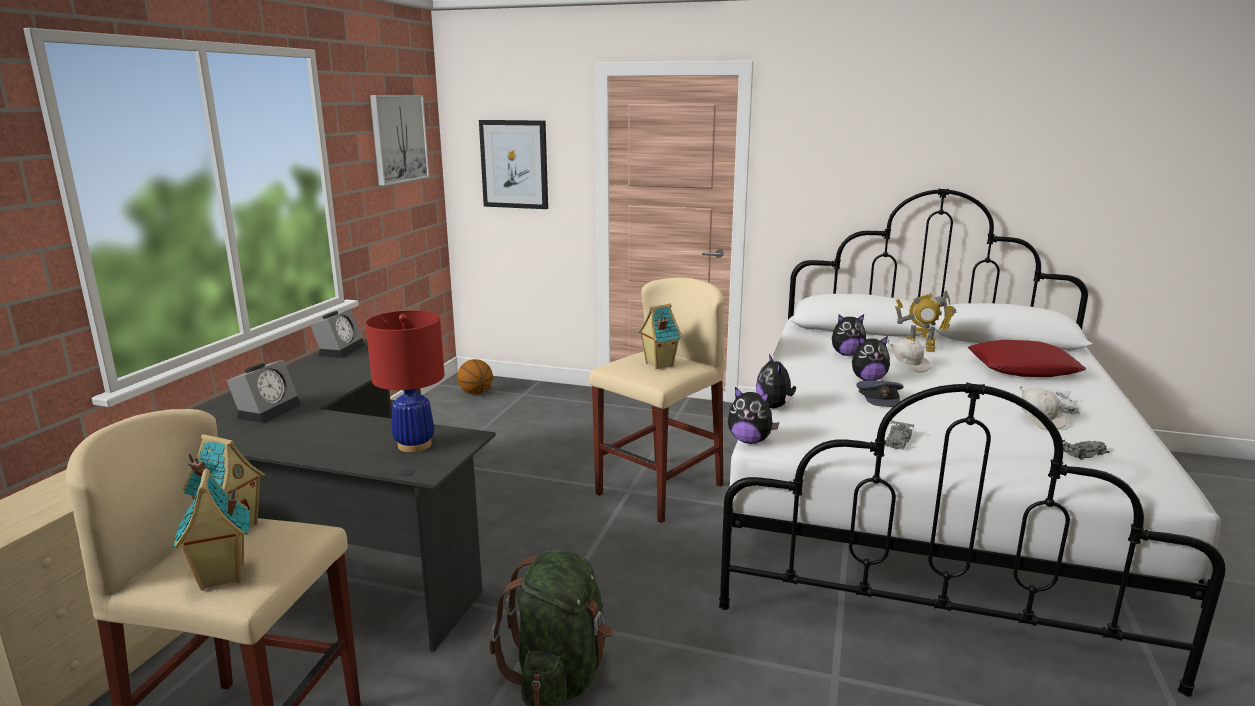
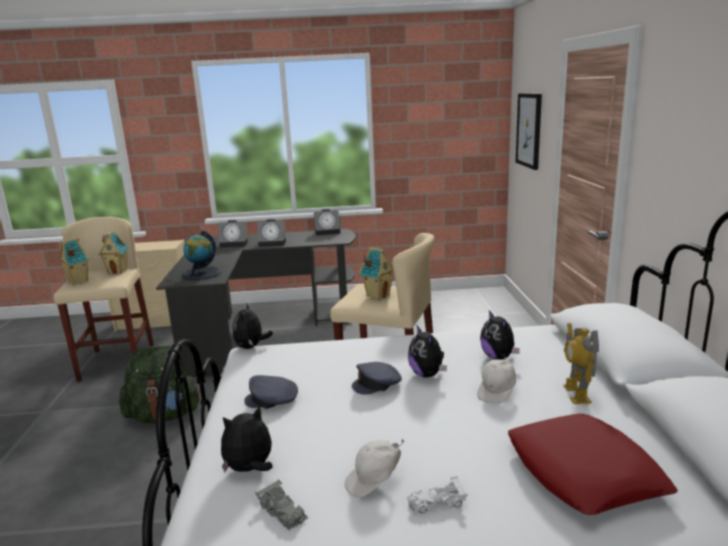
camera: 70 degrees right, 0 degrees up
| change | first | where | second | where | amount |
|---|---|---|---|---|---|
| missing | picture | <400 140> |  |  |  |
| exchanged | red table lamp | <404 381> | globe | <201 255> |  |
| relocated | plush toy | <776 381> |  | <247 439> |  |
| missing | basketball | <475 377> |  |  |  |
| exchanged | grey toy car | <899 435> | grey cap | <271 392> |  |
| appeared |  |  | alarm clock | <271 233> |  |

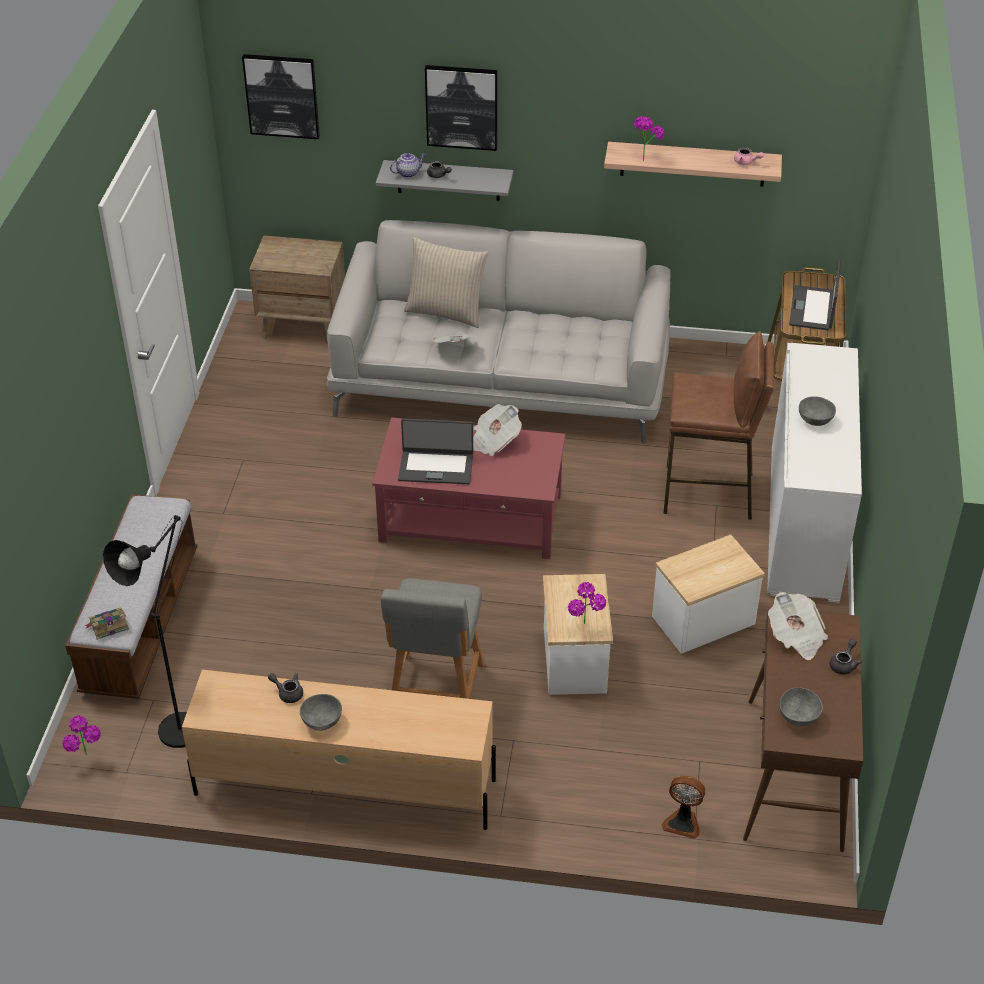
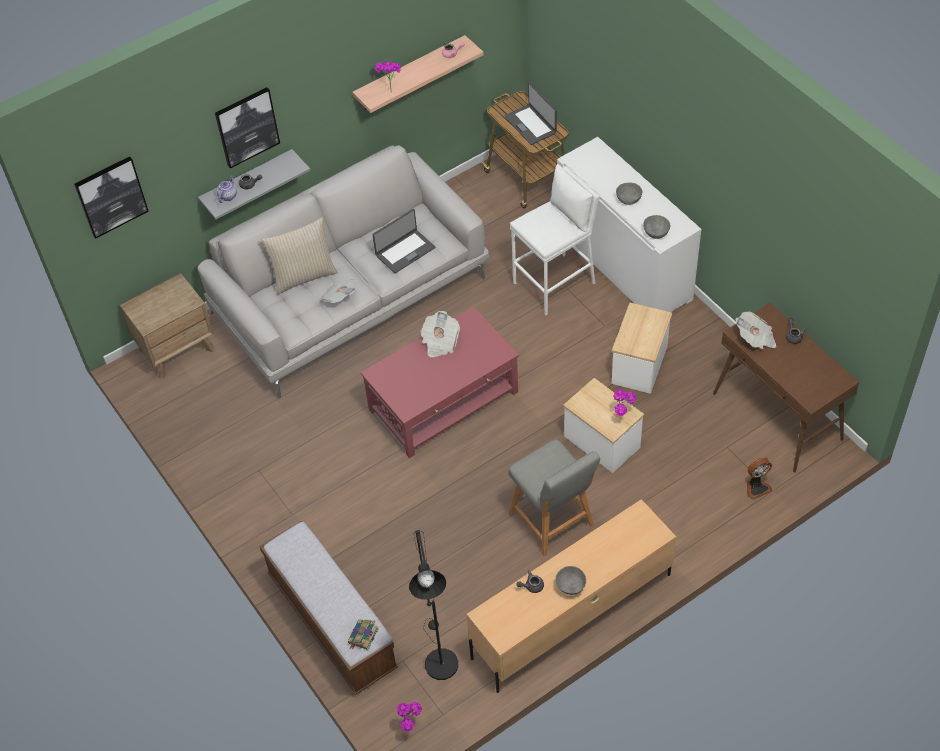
camera: 40 degrees left, 10 degrees up
| change | first | where | second | where | amount |
|---|---|---|---|---|---|
| colour | brown stool | <718 425> | white stool | <555 240> |  |
| relocated | laptop | <435 451> |  | <403 241> |  |
| relocated | grey bowl | <801 707> |  | <656 227> |  |

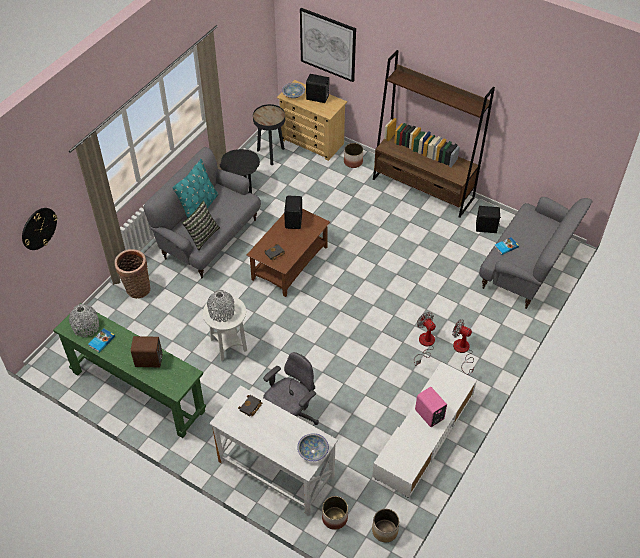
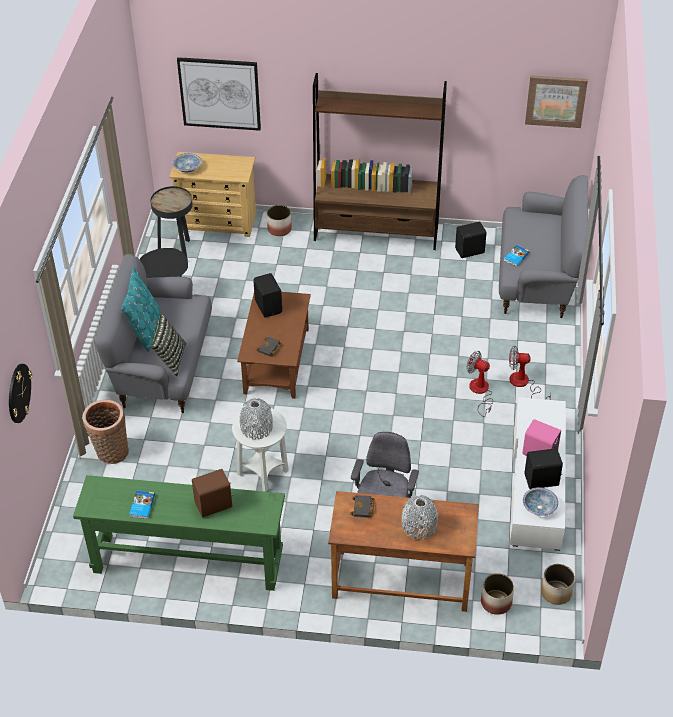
camera: 25 degrees left, 5 degrees down
| change | first | where | second | where | amount |
|---|---|---|---|---|---|
| relocated | black speaker | <317 88> |  | <544 468> |  |
| relocated | grey vase | <84 320> |  | <420 517> |  |
| colour | white desk | <273 450> | brown desk | <403 551> |  |
| relocated | bowl | <313 447> |  | <541 501> |  |
| appeared |  |  | picture | <556 101> |  |

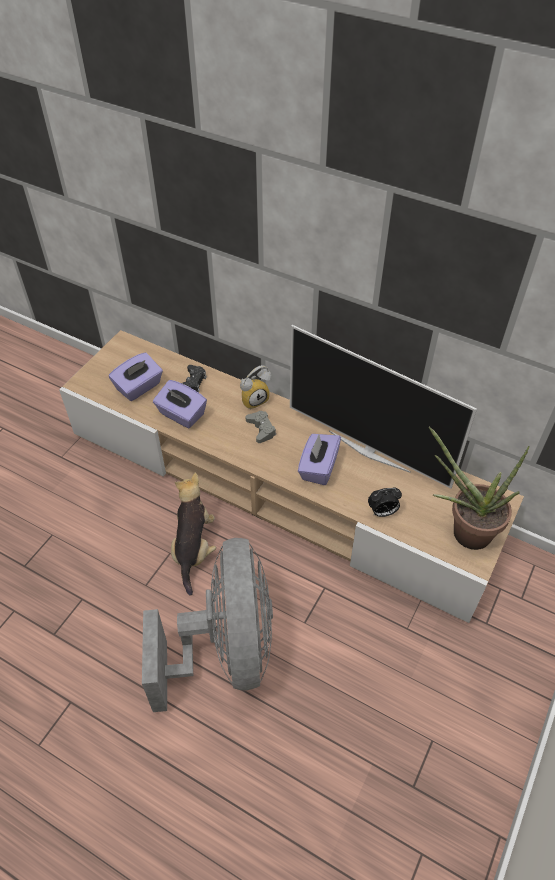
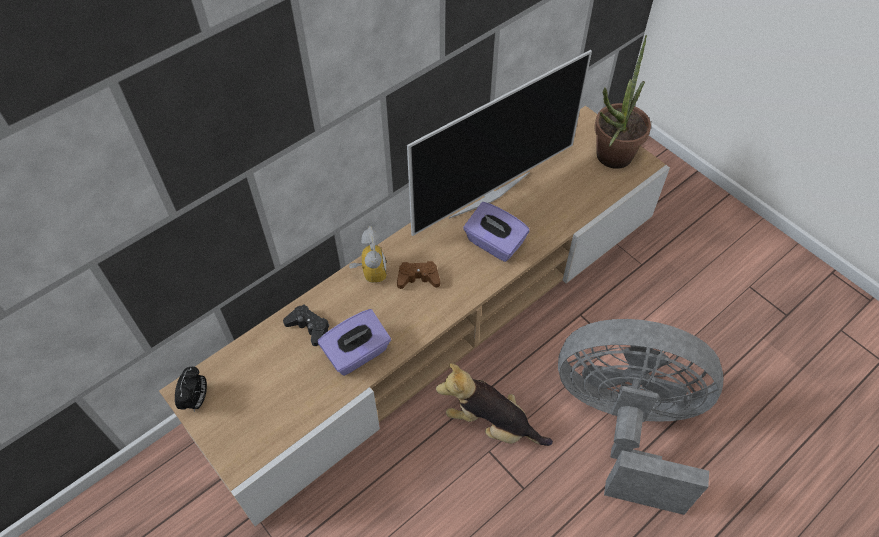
camera: 70 degrees left, 5 degrees up
| change | first | where | second | where | amount |
|---|---|---|---|---|---|
| missing | purple tissue box | <136 376> |  |  |  |
| colour | grey game controller | <261 427> | brown game controller | <418 275> |  |
| relocated | alarm clock | <385 502> |  | <191 389> |  |

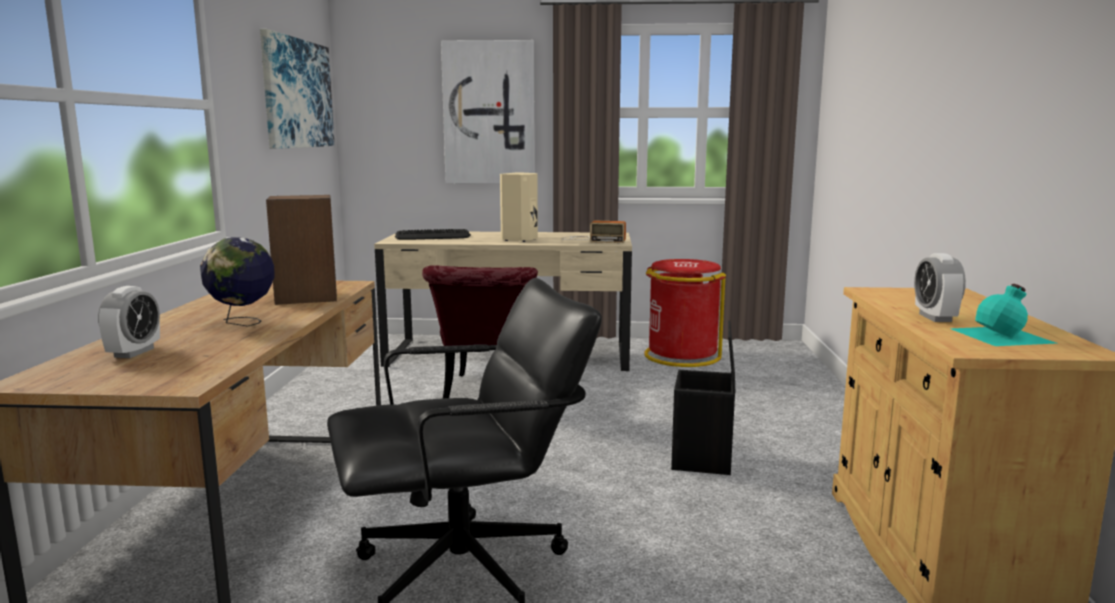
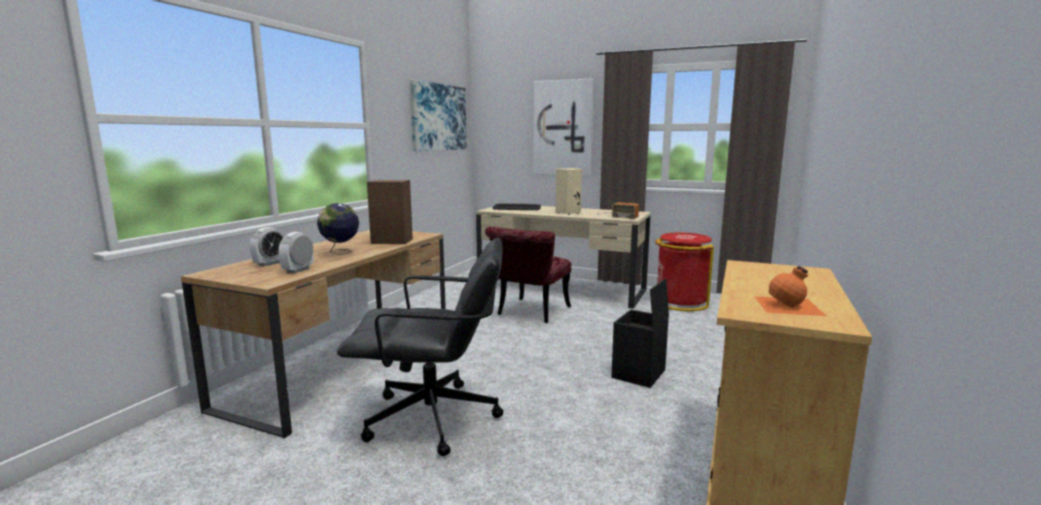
camera: 20 degrees right, 0 degrees up
| change | first | where | second | where | amount |
|---|---|---|---|---|---|
| relocated | alarm clock | <940 287> |  | <296 252> |  |
| colour | turquoise bottle | <1003 315> | orange bottle | <790 291> |  |

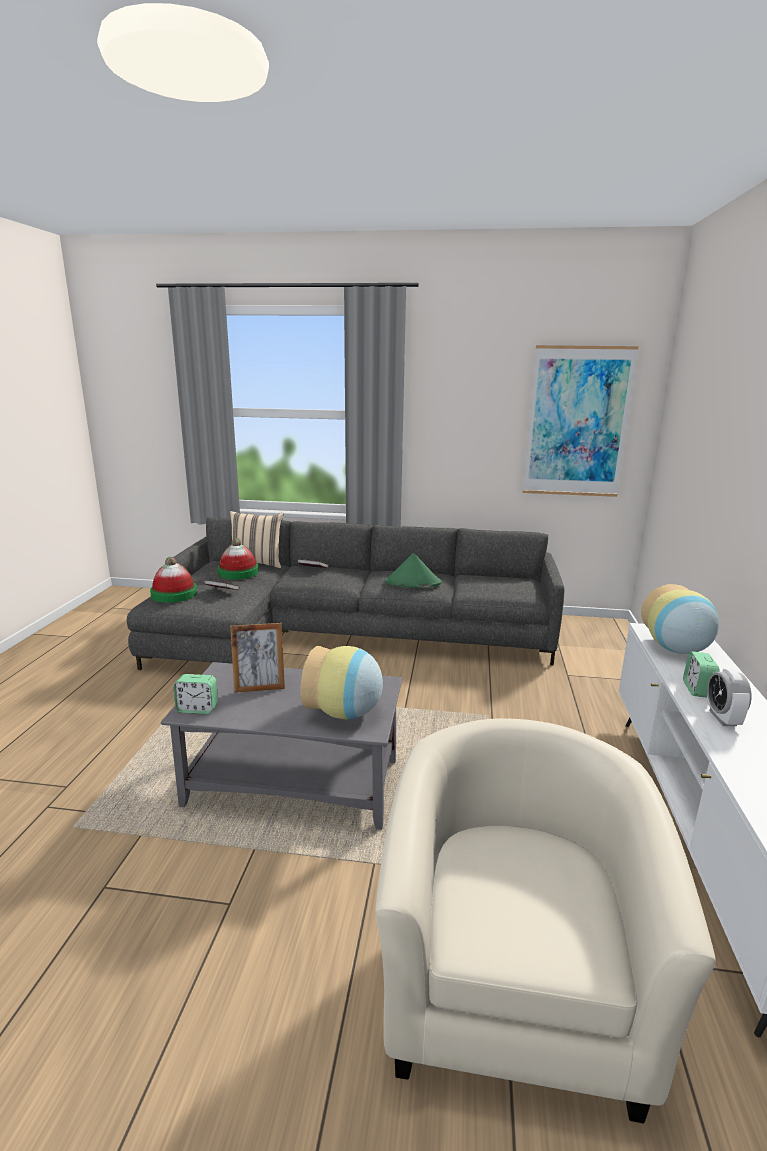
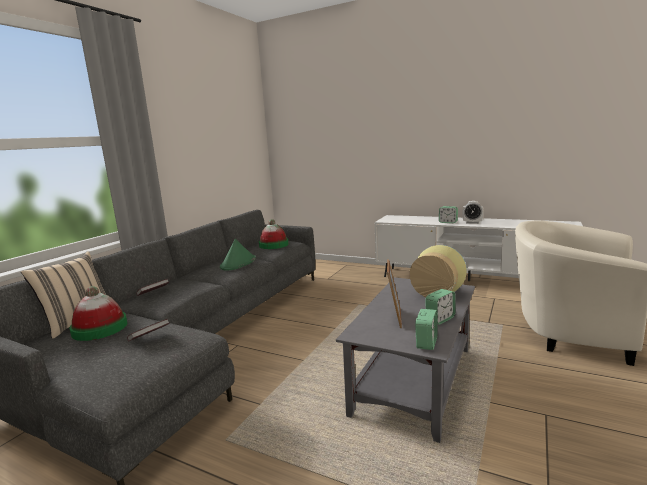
camera: 70 degrees left, 5 degrees down
| change | first | where | second | where | amount |
|---|---|---|---|---|---|
| missing | picture | <581 421> |  |  |  |
| relocated | hat | <173 580> |  | <274 234> |  |
| missing | vase | <680 619> |  |  |  |
| appeared |  |  | alarm clock | <440 307> |  |

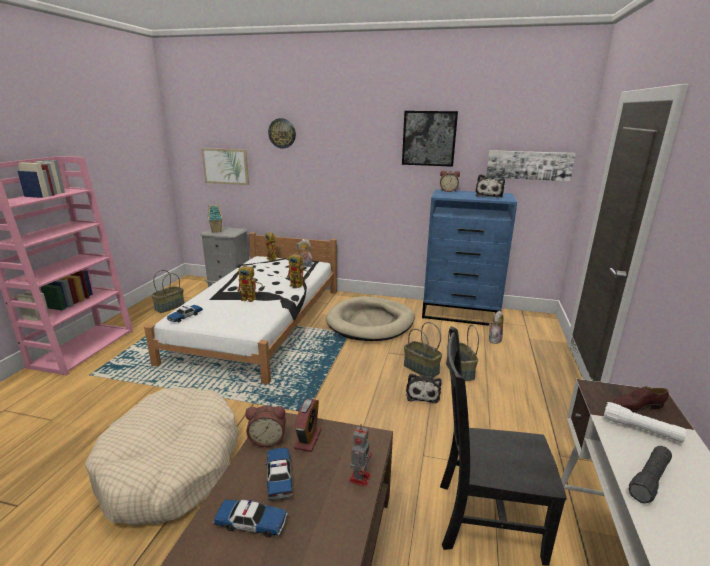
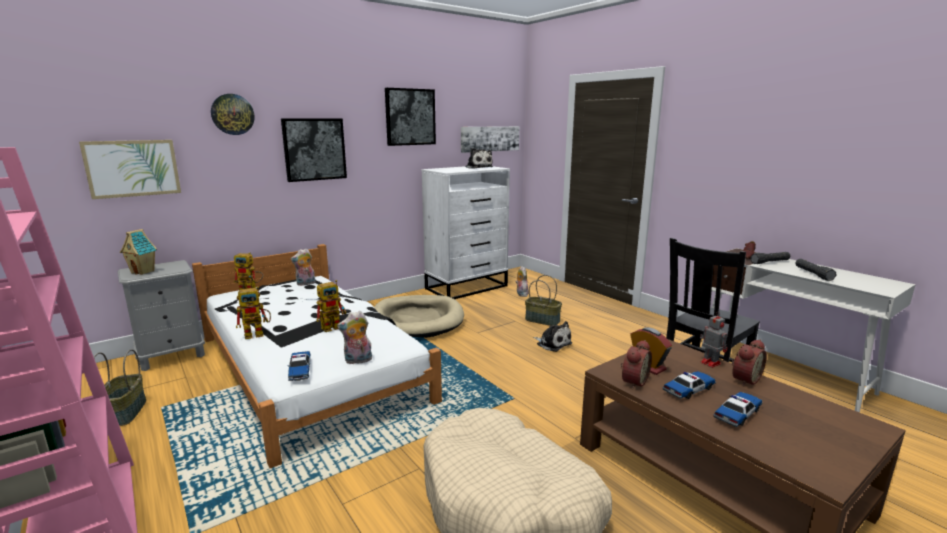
camera: 50 degrees left, 5 degrees down
| change | first | where | second | where | amount |
|---|---|---|---|---|---|
| relocated | alarm clock | <450 181> |  | <749 363> |  |
| colour | blue dresser | <469 258> | white dresser | <465 232> |  |
| relocated | toy robot | <298 271> |  | <253 312> |  |
| missing | basket | <423 350> |  |  |  |
| colour | white flashlight | <644 422> | black flashlight | <770 258> |  |
| spun | toy car | <279 474> |  | <689 385> | 120 degrees clockwise |
| appeared |  |  | picture | <314 150> |  |
| appeared |  |  | plush toy | <354 337> |  |

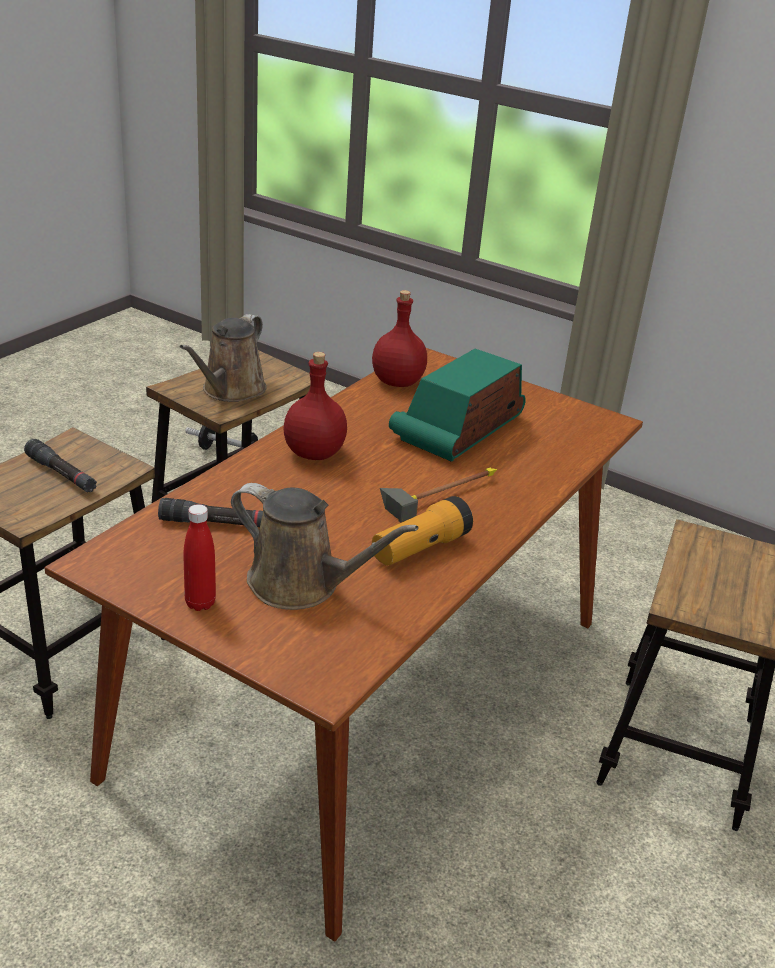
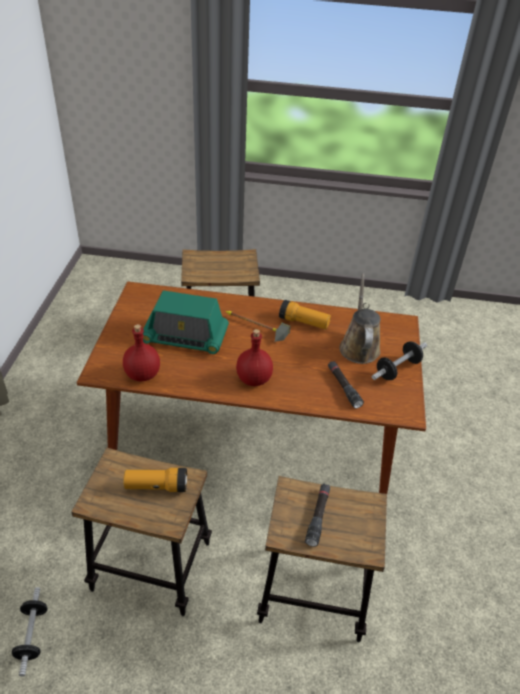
camera: 115 degrees left, 10 degrees up
| change | first | where | second | where | amount |
|---|---|---|---|---|---|
| exchanged | brown watering can | <223 358> | flashlight | <155 480> |  |
| exchanged | red bottle | <199 557> | dumbbell | <399 360> |  |

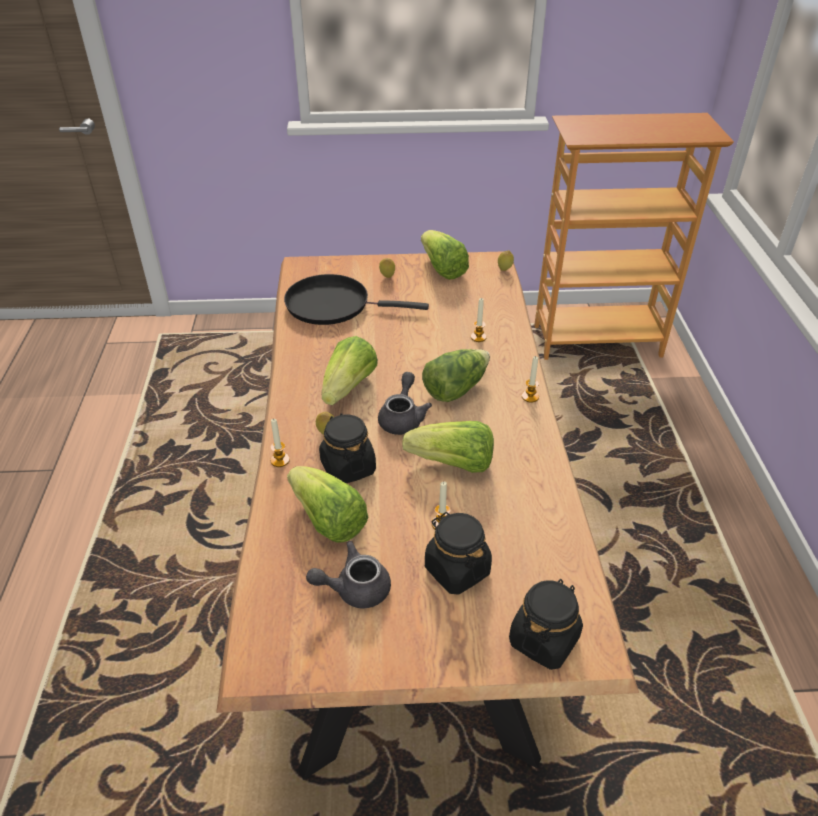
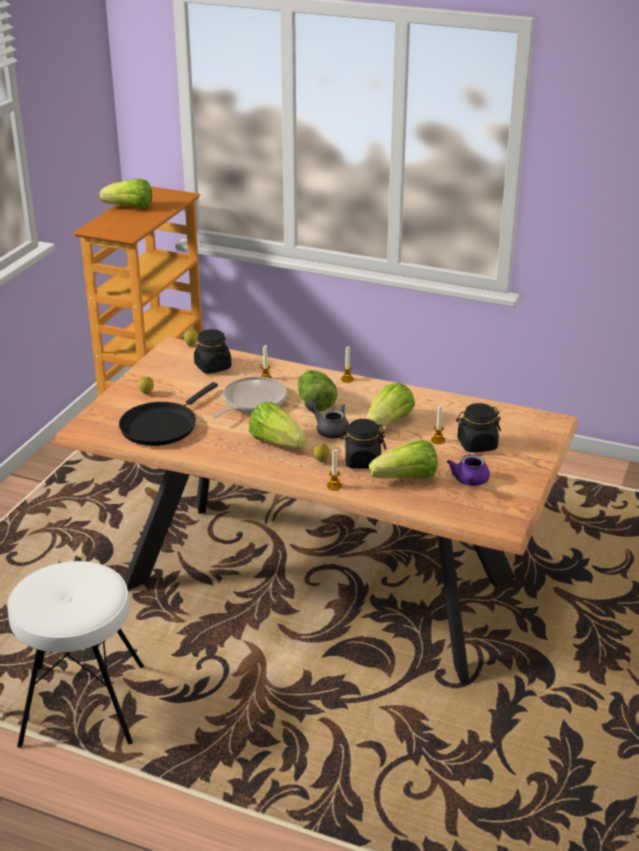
camera: 65 degrees left, 10 degrees down
| change | first | where | second | where | amount |
|---|---|---|---|---|---|
| relocated | lettuce | <445 255> |  | <126 194> |  |
| colour | grey teapot | <348 574> | purple teapot | <468 470> |  |
| relocated | black jar | <546 624> |  | <213 351> |  |
| appeared |  |  | frying pan | <249 397> |  |
| appeared |  |  | white stool | <75 654> |  |

